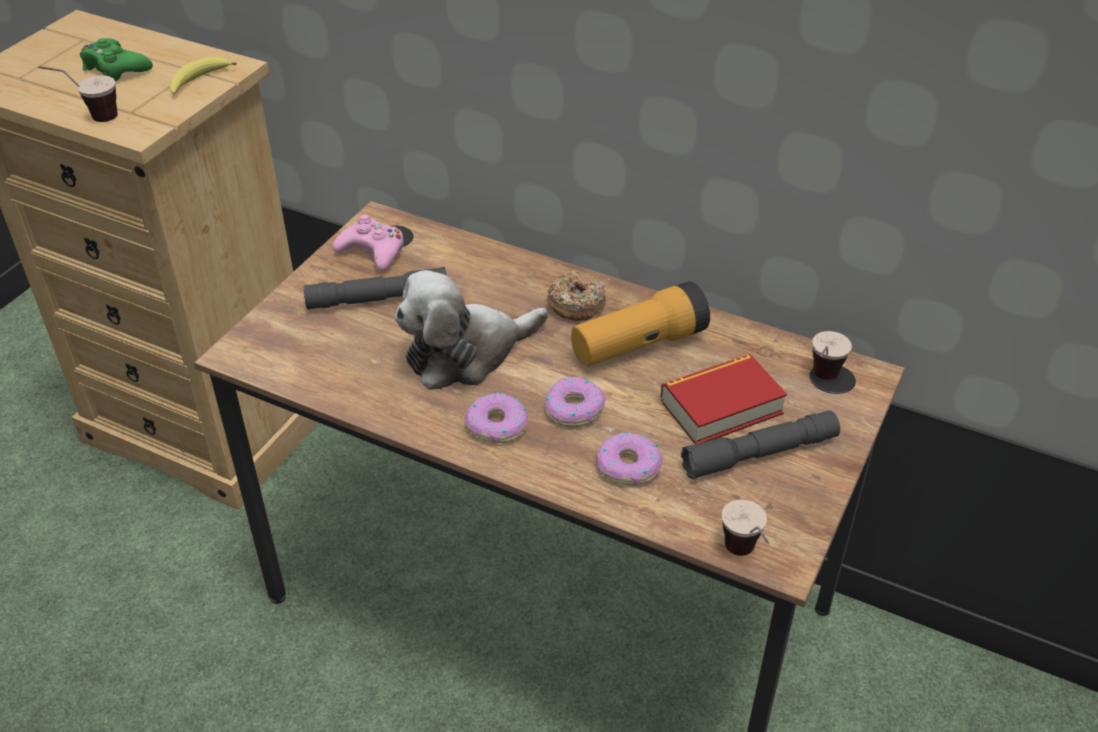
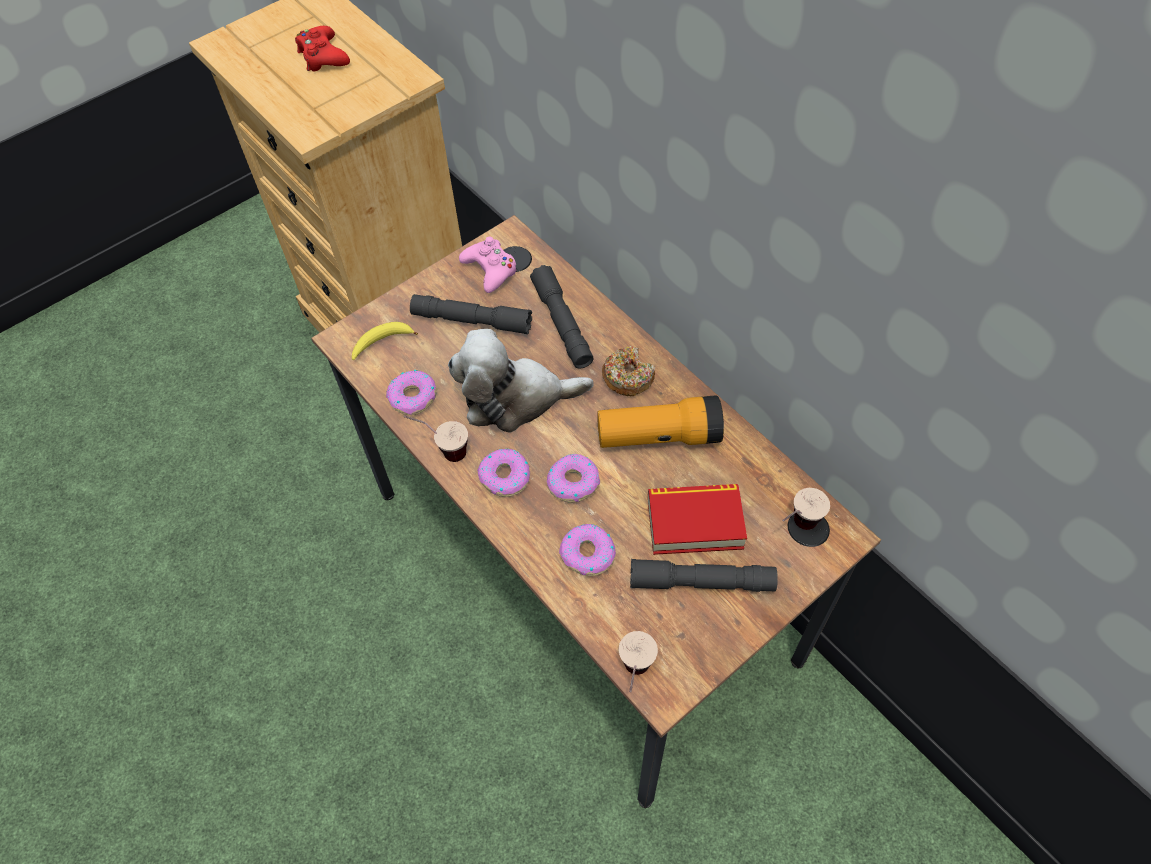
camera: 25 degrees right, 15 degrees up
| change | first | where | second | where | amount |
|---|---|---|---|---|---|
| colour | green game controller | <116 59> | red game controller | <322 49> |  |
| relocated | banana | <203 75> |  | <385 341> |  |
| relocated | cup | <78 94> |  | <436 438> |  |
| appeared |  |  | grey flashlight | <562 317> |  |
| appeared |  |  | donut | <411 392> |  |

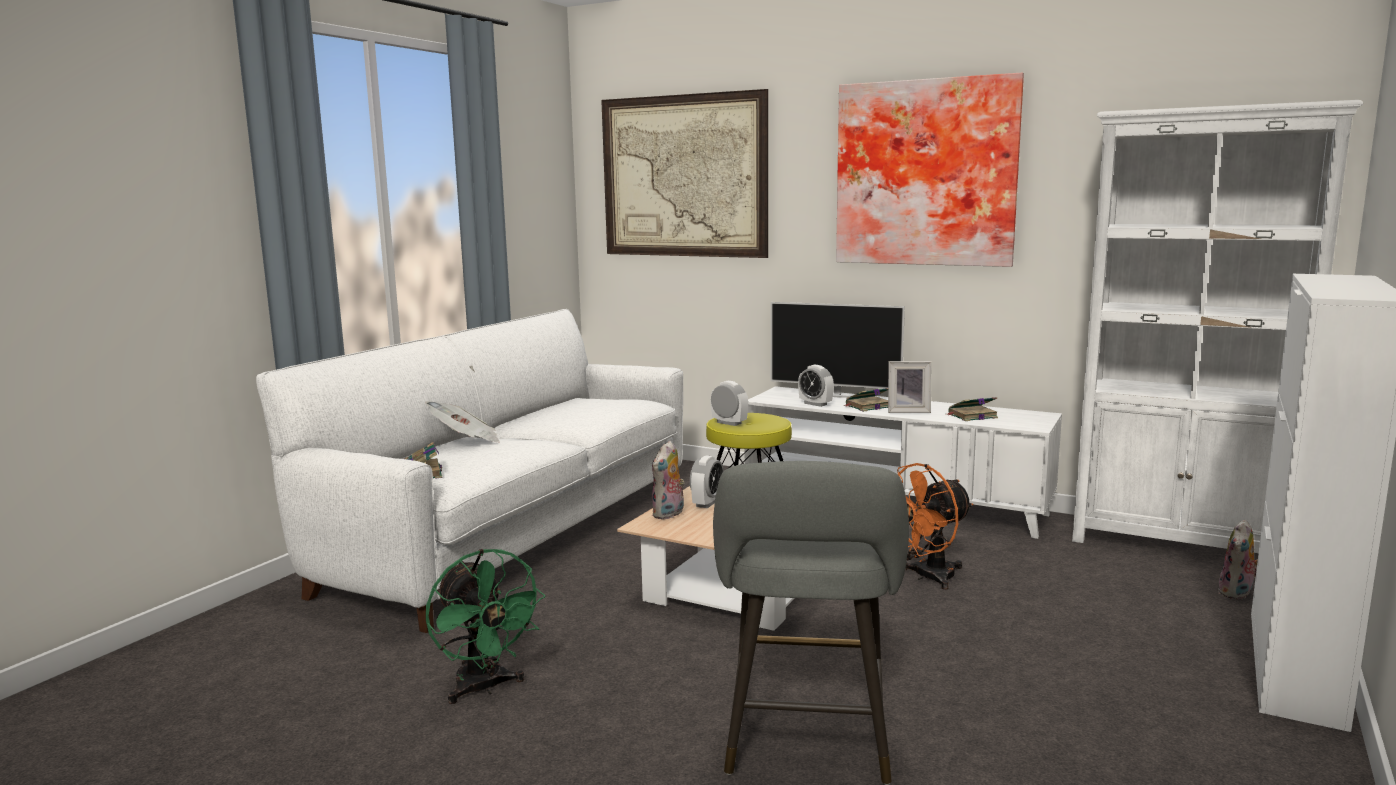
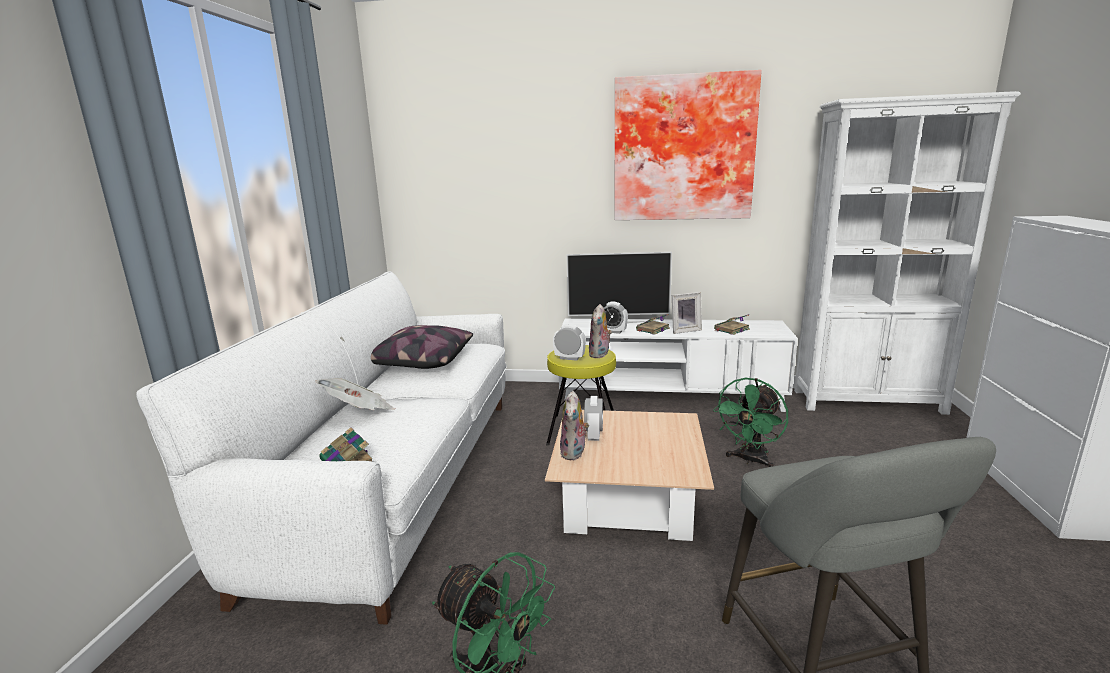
camera: 20 degrees left, 5 degrees up
| change | first | where | second | where | amount |
|---|---|---|---|---|---|
| missing | picture | <684 173> |  |  |  |
| colour | orange fan | <935 526> | green fan | <750 422> |  |
| relocated | plush toy | <1238 560> |  | <600 331> |  |
| appeared |  |  | pillow | <422 347> |  |

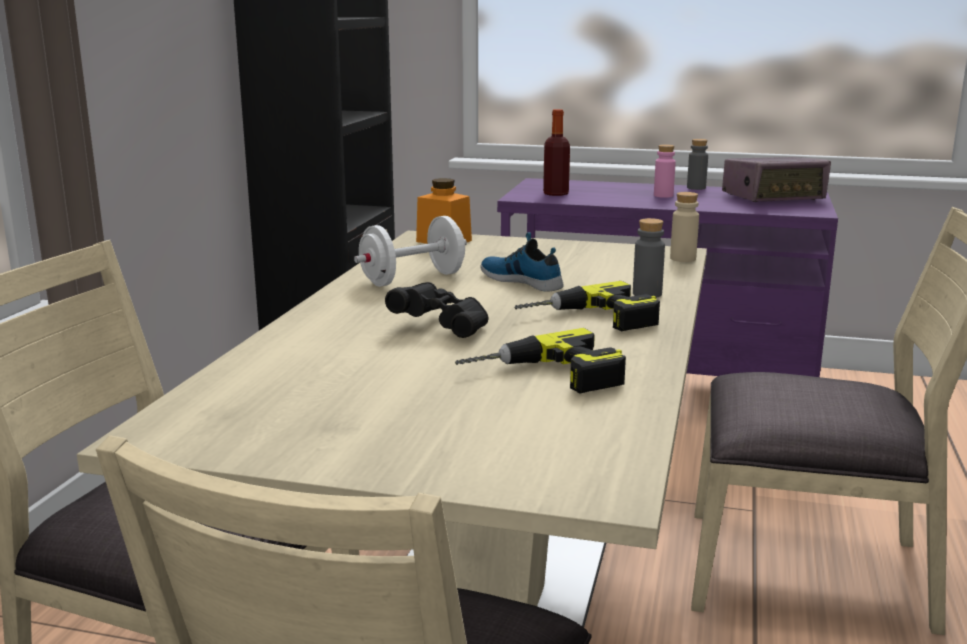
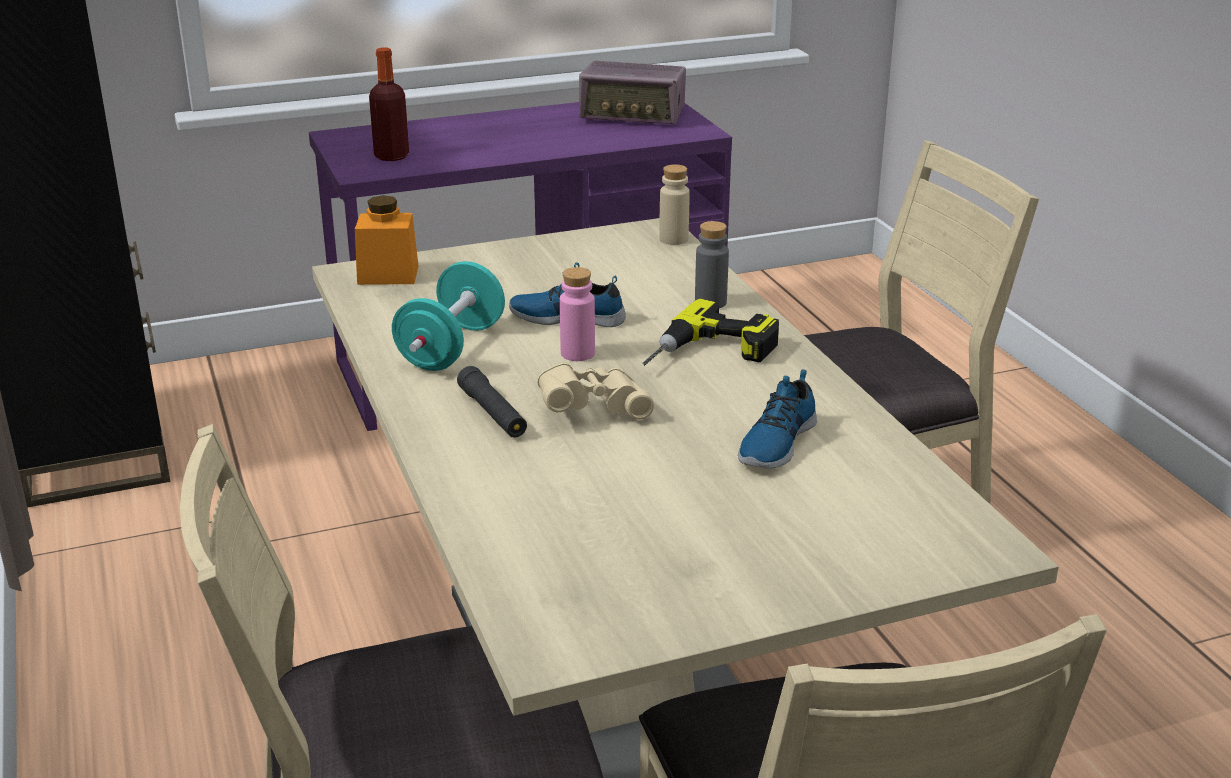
camera: 35 degrees left, 10 degrees up
| change | first | where | second | where | amount |
|---|---|---|---|---|---|
| missing | grey bottle | <697 164> |  |  |  |
| relocated | pink bottle | <665 171> |  | <577 314> |  |
| spun | radio | <776 179> |  | <632 92> | 60 degrees clockwise |
| colour | white dumbbell | <410 251> | turquoise dumbbell | <448 316> |  |
| colour | black binoculars | <436 310> | beige binoculars | <595 391> |  |
| exchanged | power drill | <540 361> | shoe | <777 419> |  |
| appeared |  |  | black flashlight | <492 401> |  |

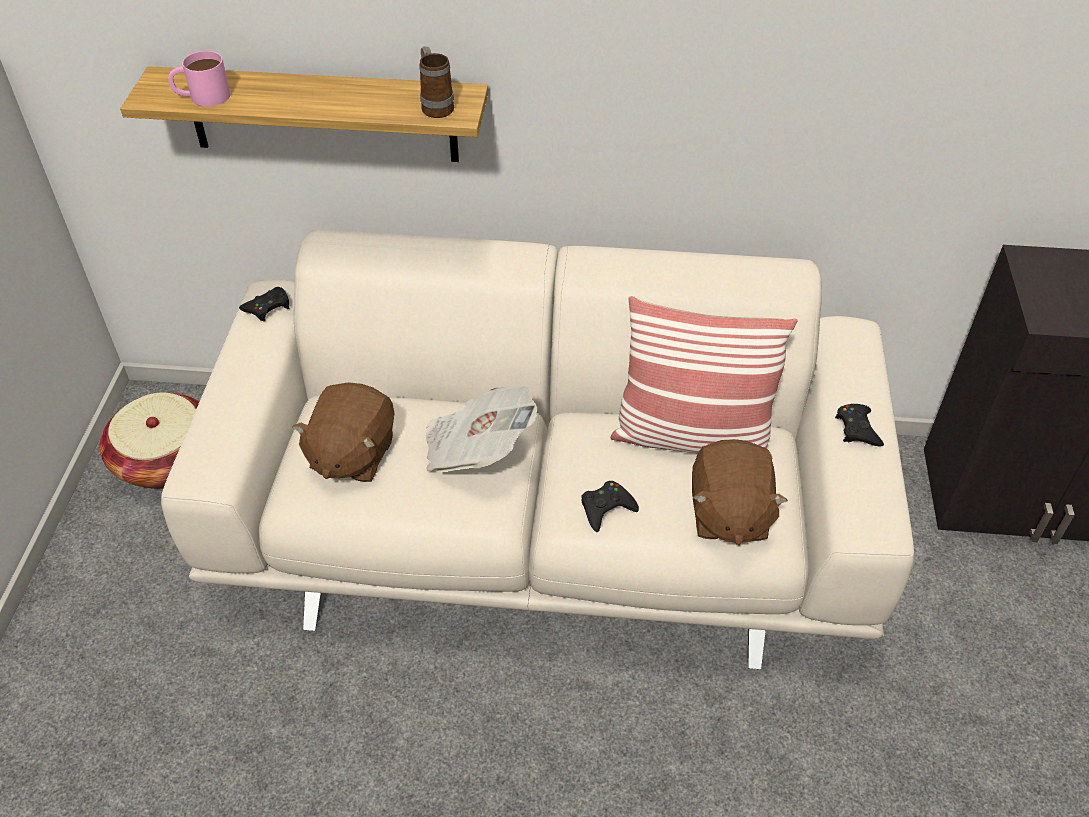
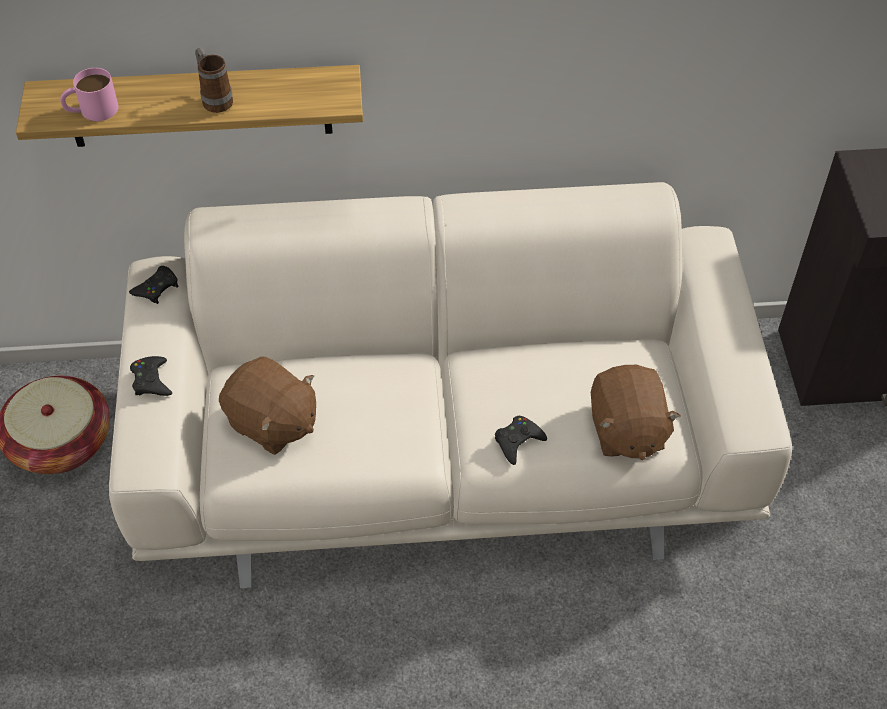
camera: 10 degrees left, 5 degrees up
| change | first | where | second | where | amount |
|---|---|---|---|---|---|
| relocated | mug | <436 82> |  | <214 80> |  |
| missing | pillow | <704 377> |  |  |  |
| spun | brown plush toy | <343 432> |  | <267 406> | 60 degrees counterclockwise |
| missing | newspaper | <481 429> |  |  |  |
| relocated | black game controller | <859 425> |  | <151 376> |  |

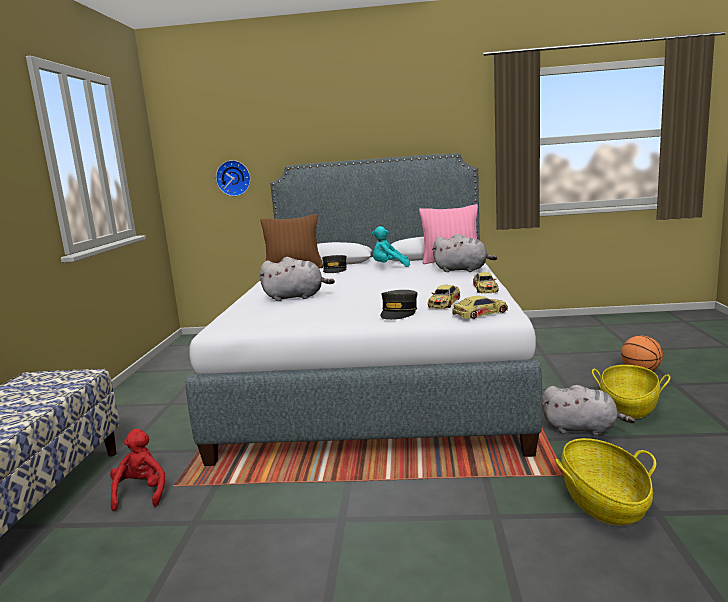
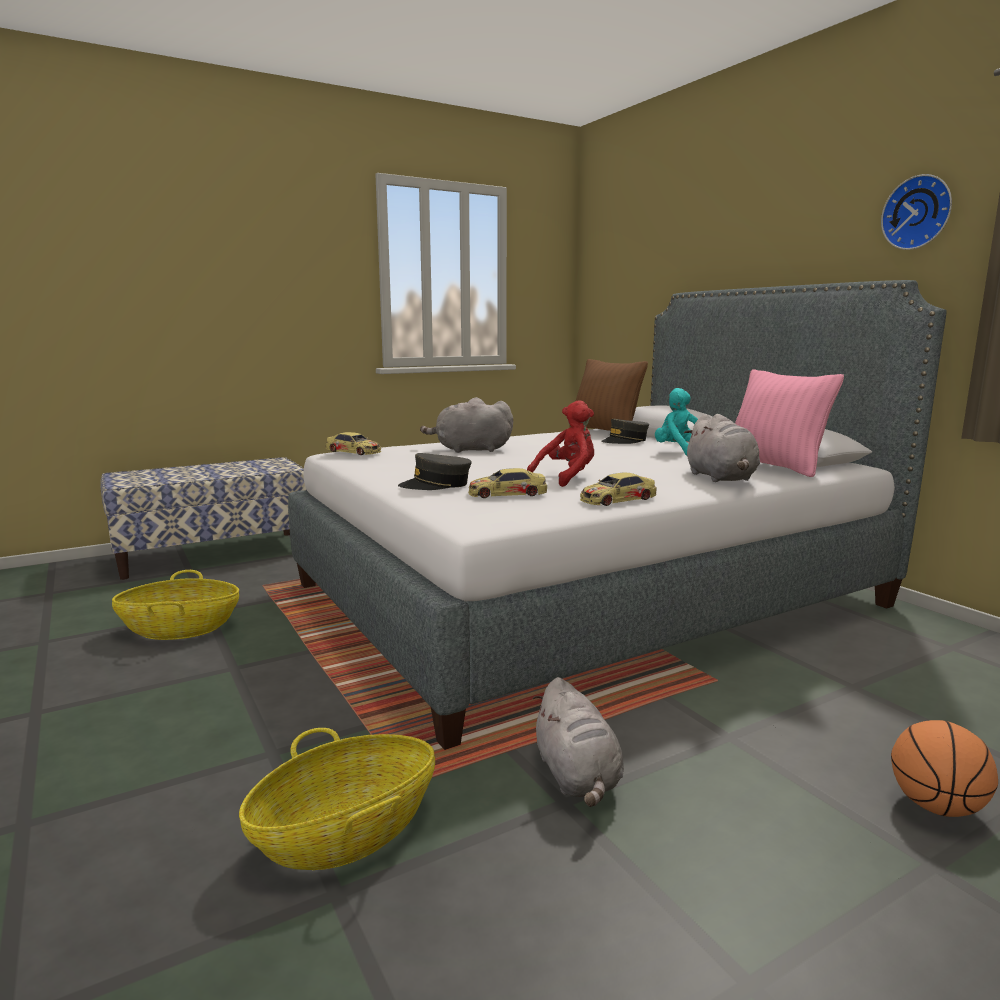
camera: 55 degrees right, 0 degrees up
| change | first | where | second | where | amount |
|---|---|---|---|---|---|
| relocated | wall clock | <233 178> |  | <916 212> |  |
| spun | grey plush toy | <297 279> |  | <466 425> | 120 degrees clockwise |
| relocated | toy car | <480 307> |  | <353 443> |  |
| relocated | basket | <631 392> |  | <175 605> |  |
| relocated | red plush toy | <137 470> |  | <560 443> |  |

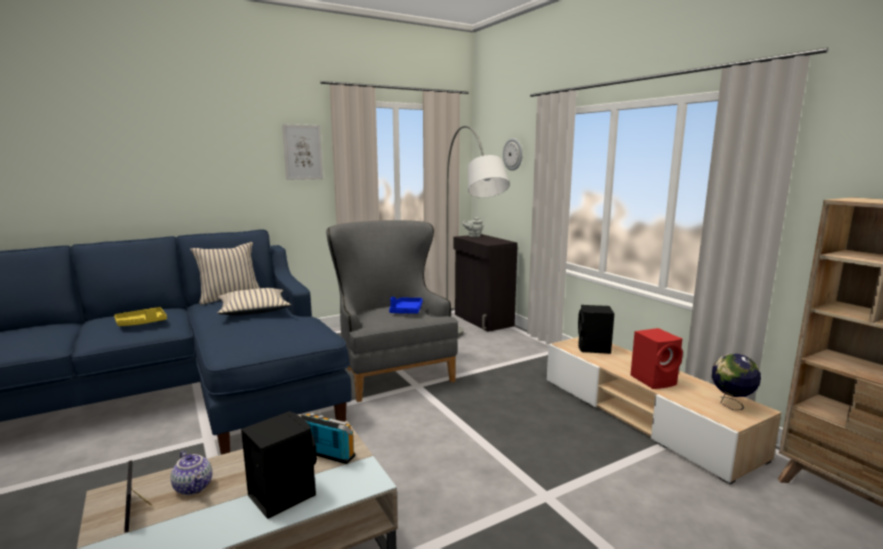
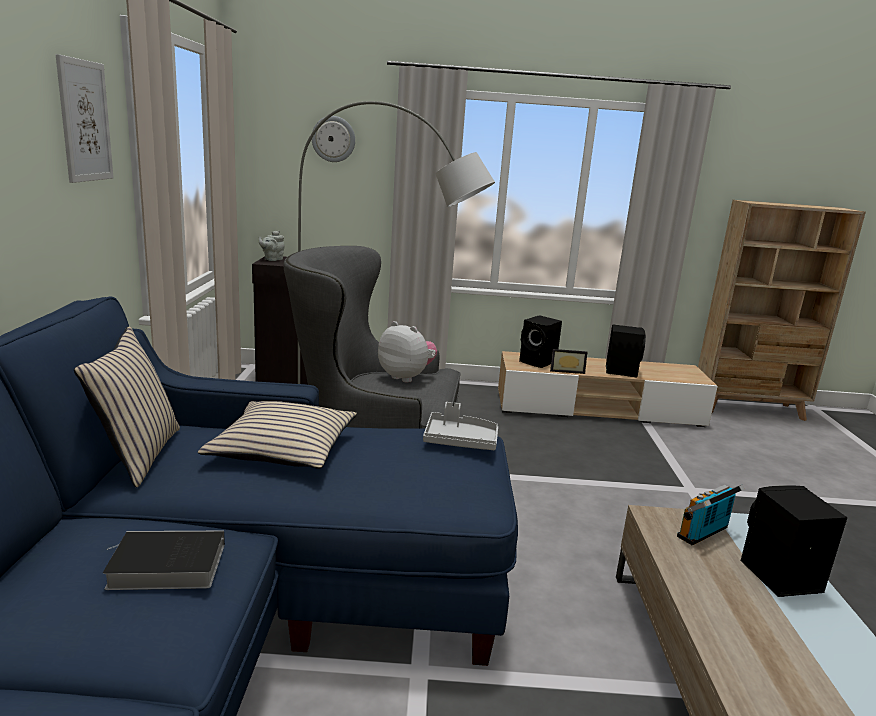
camera: 60 degrees left, 5 degrees up
| change | first | where | second | where | amount |
|---|---|---|---|---|---|
| exchanged | blue tray | <406 305> | plush toy | <407 352> |  |
| exchanged | yellow tray | <140 316> | book | <164 560> |  |
| colour | red speaker | <656 358> | black speaker | <626 351> |  |
| missing | globe | <736 382> |  |  |  |
| missing | teapot | <191 472> |  |  |  |
| relocated | picture frame | <138 496> |  | <568 361> |  |
| appeared |  |  | grey tray | <460 426> |  |

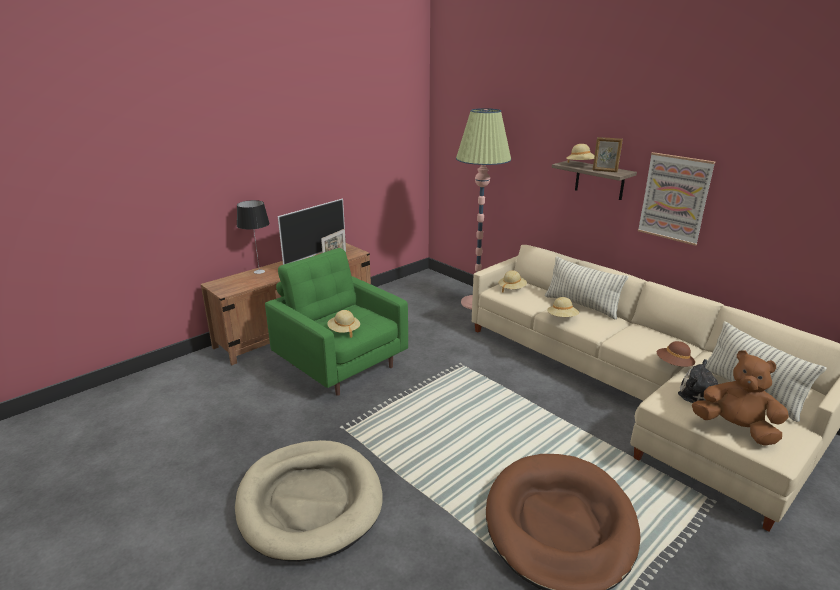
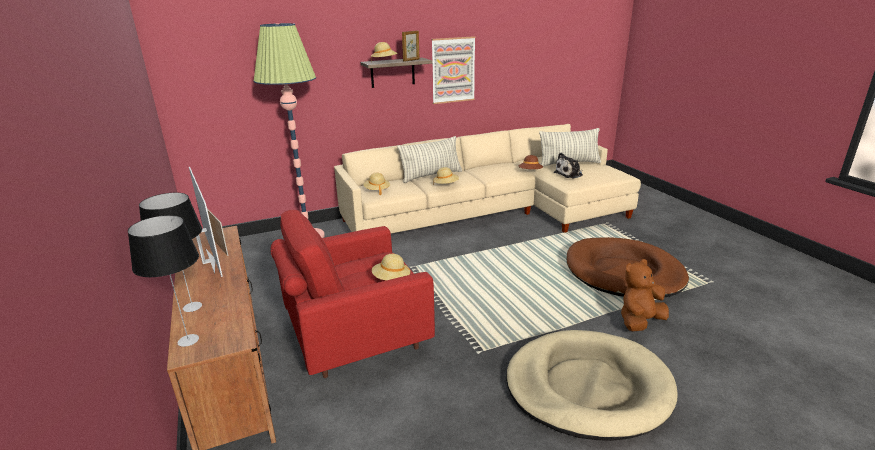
camera: 70 degrees left, 0 degrees up
| change | first | where | second | where | amount |
|---|---|---|---|---|---|
| colour | green armchair | <336 322> | red armchair | <353 294> |  |
| relocated | brown plush toy | <740 398> |  | <645 295> |  |
| appeared |  |  | table lamp | <163 281> |  |

